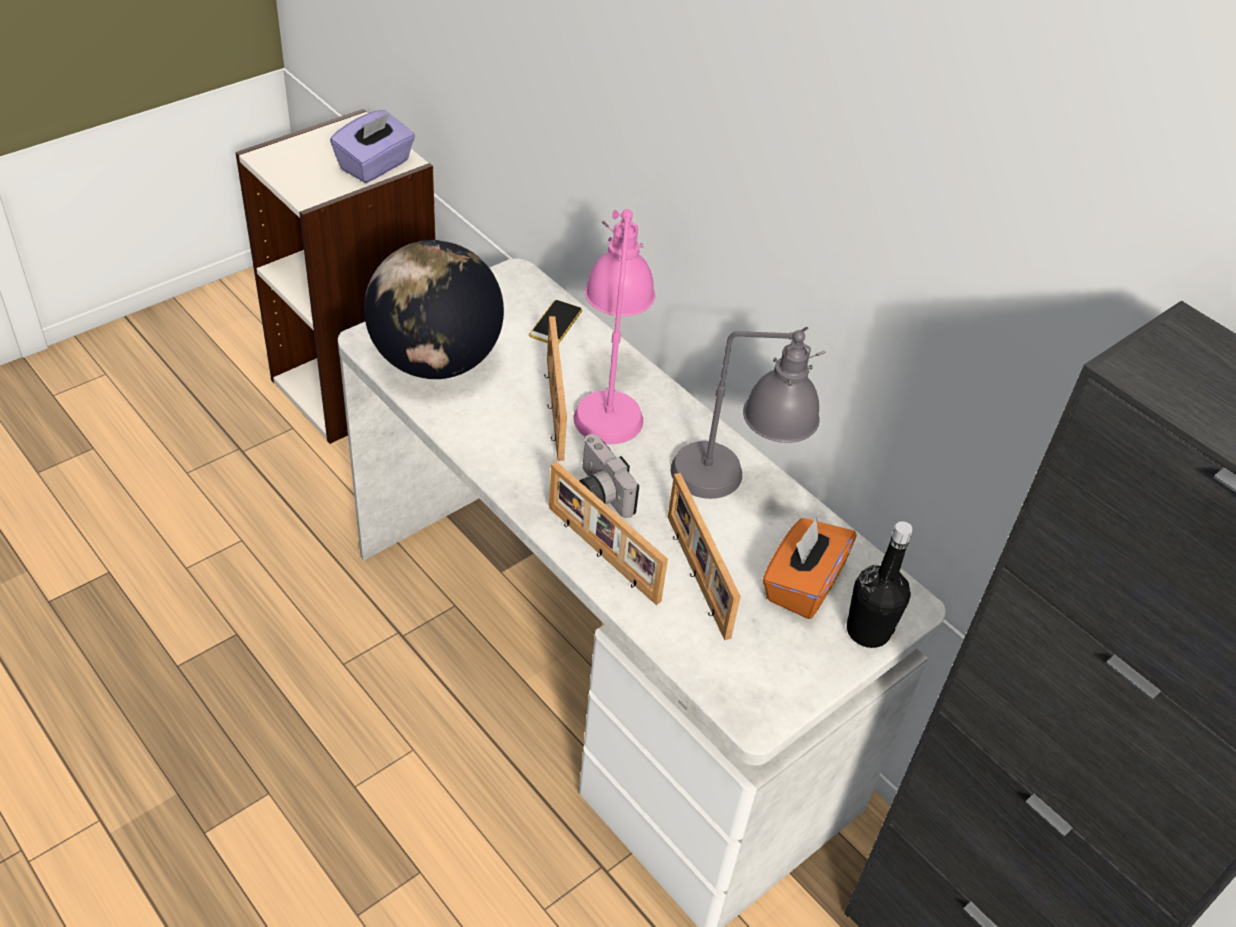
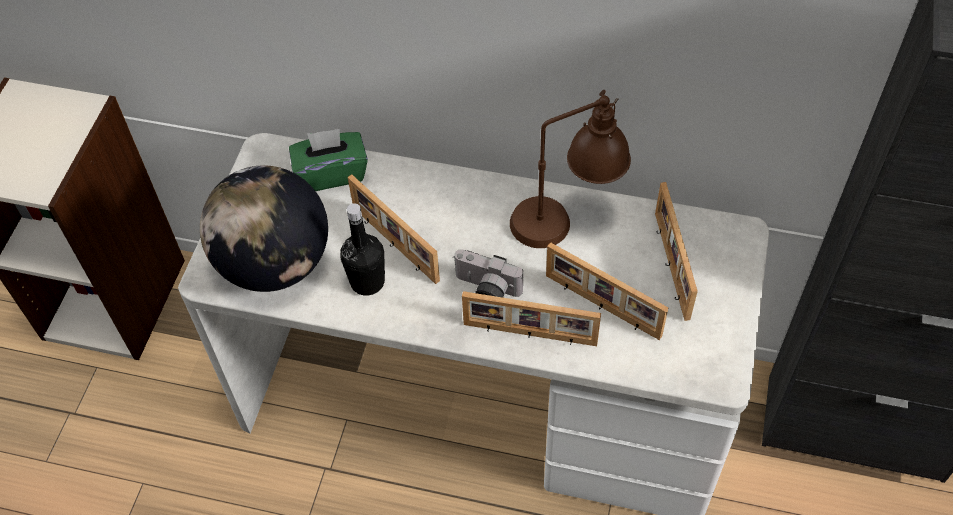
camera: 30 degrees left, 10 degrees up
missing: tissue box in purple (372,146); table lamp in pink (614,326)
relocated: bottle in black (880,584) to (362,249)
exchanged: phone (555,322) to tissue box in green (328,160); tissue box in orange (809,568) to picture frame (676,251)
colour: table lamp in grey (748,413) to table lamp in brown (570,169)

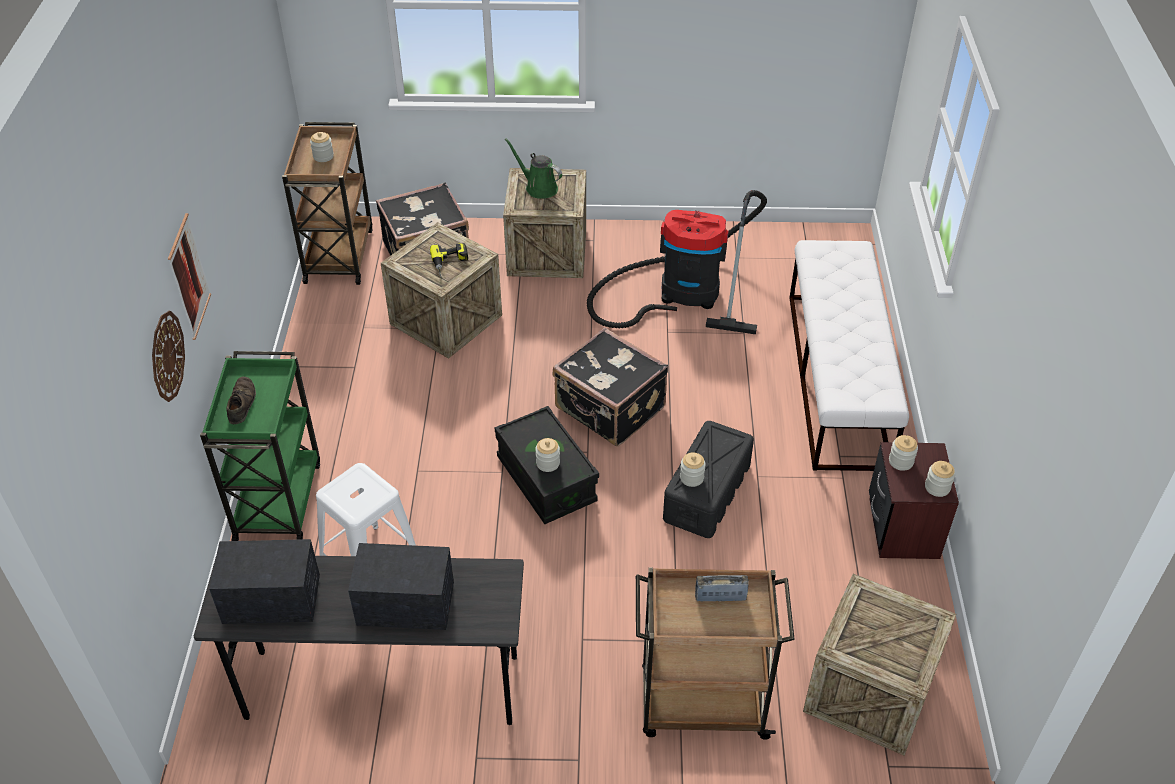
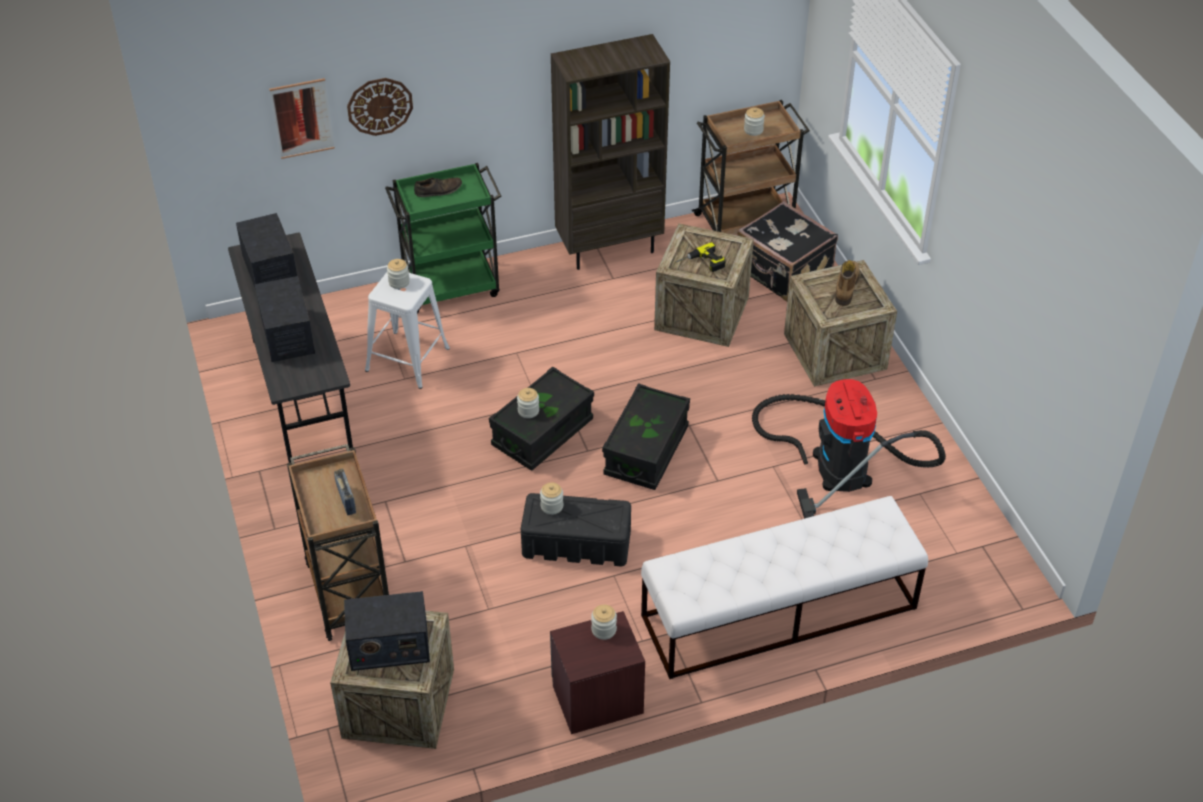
camera: 70 degrees right, 0 degrees up
appeared: radio (387,631); bookcase in brown (610,152)
relocated: picture (189,276) to (302,118); jar (940,479) to (398,274)
exchanged: suitcase in black (610,387) to storage box in black (646,436); watering can in green (533,168) to boot (847,283)

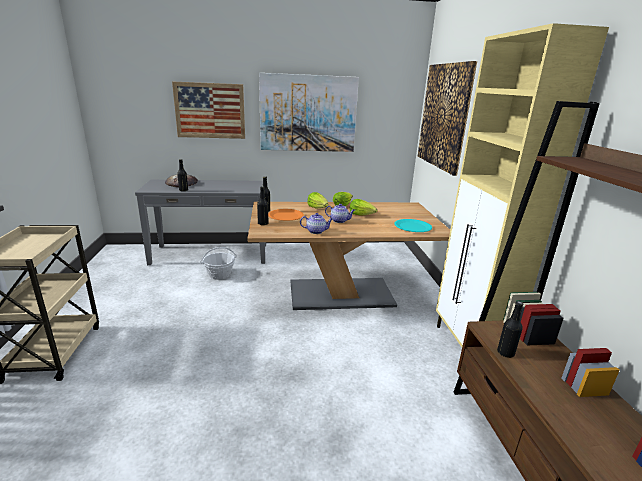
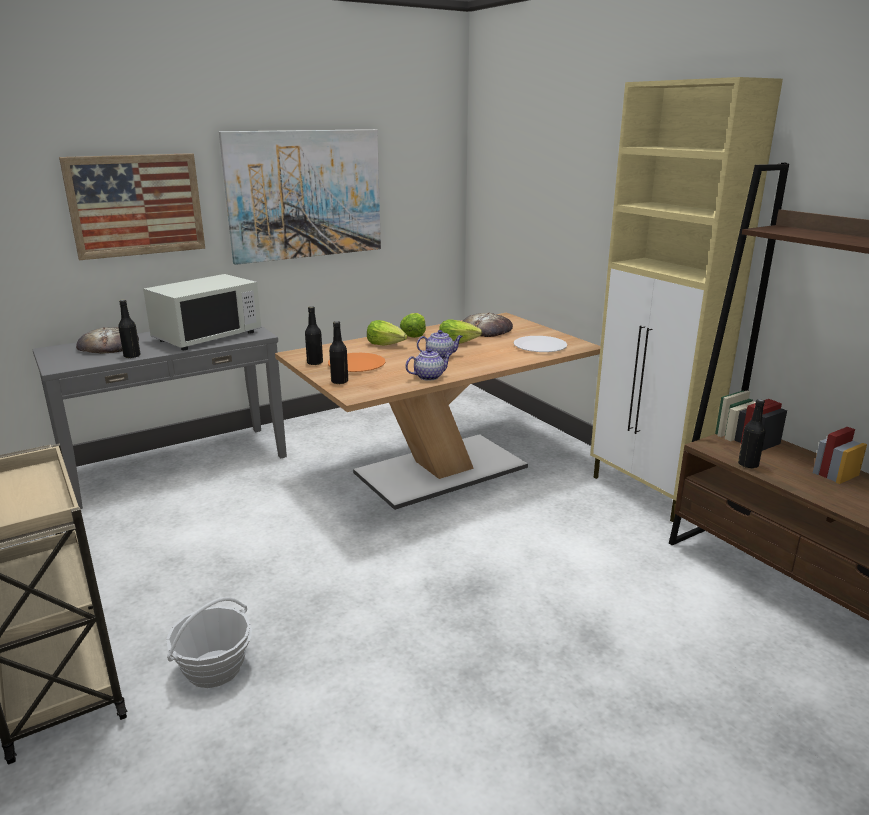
camera: 25 degrees left, 0 degrees up
missing: picture (447,118)
appeared: microwave in white (202,312); bread (488,325)
relocated: basket (218,263) to (209,642)
colour: plate in turquoise (413,225) to plate in white (540,344)

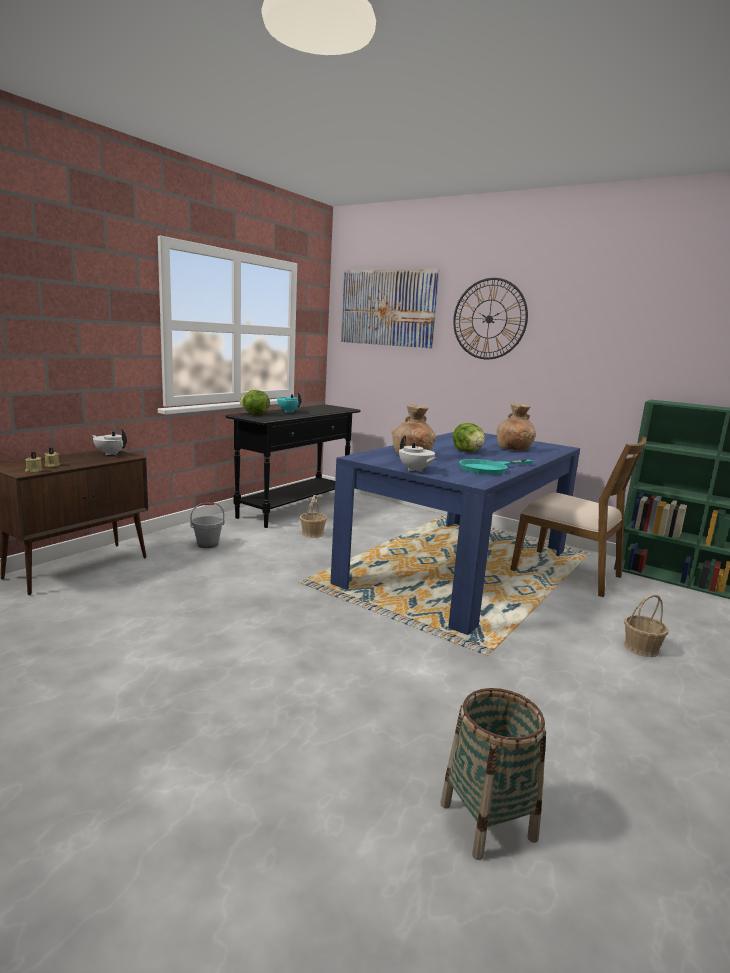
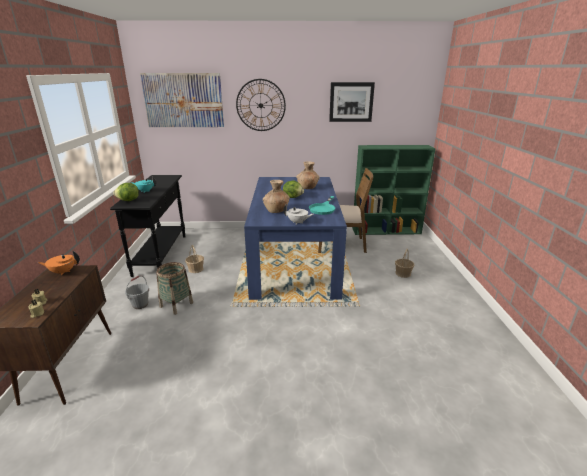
camera: 35 degrees left, 10 degrees up
appeared: picture (352,102)
relocated: basket (493,774) to (174,288)
colour: teapot in white (109,442) to teapot in orange (59,263)

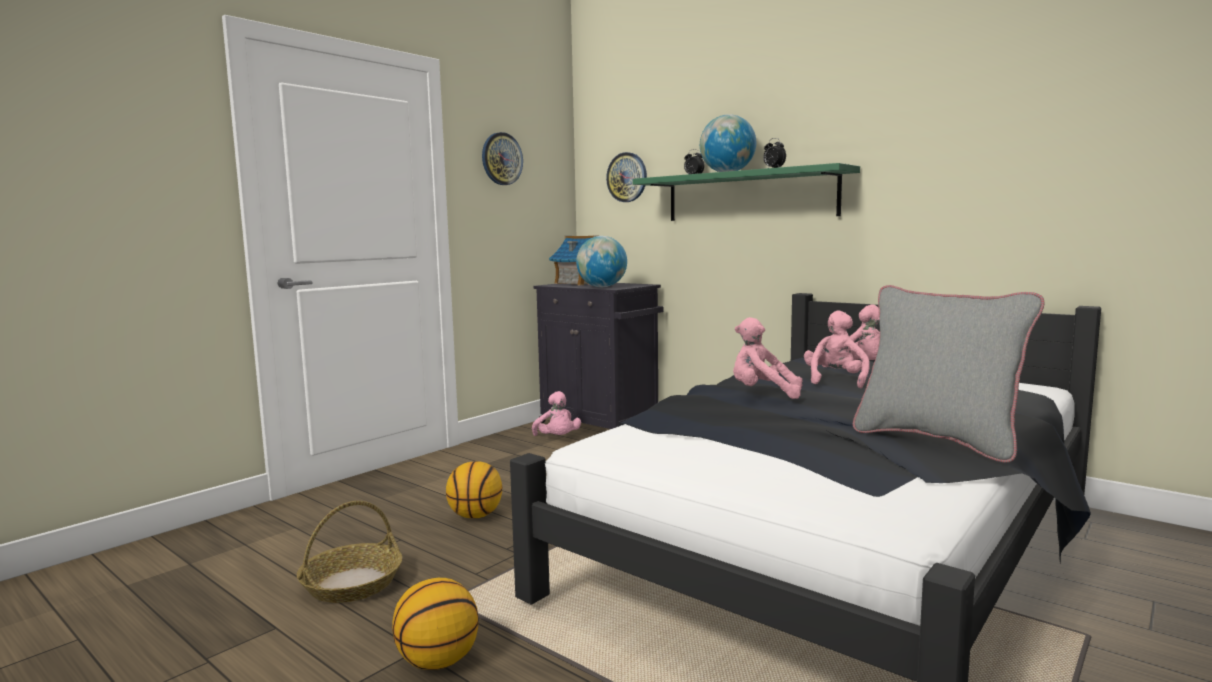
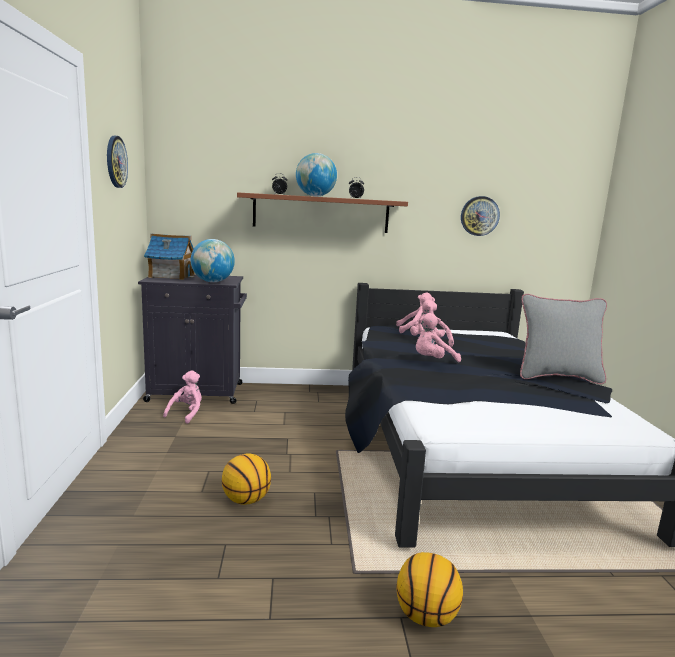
camera: 45 degrees left, 5 degrees up
missing: basket (349,552)
relocated: wall clock (626,177) to (480,216)
colour: shelf in green (746,192) to shelf in brown (322,212)
spun: plush toy in pink (556,413) = (182,397) 90 degrees counterclockwise

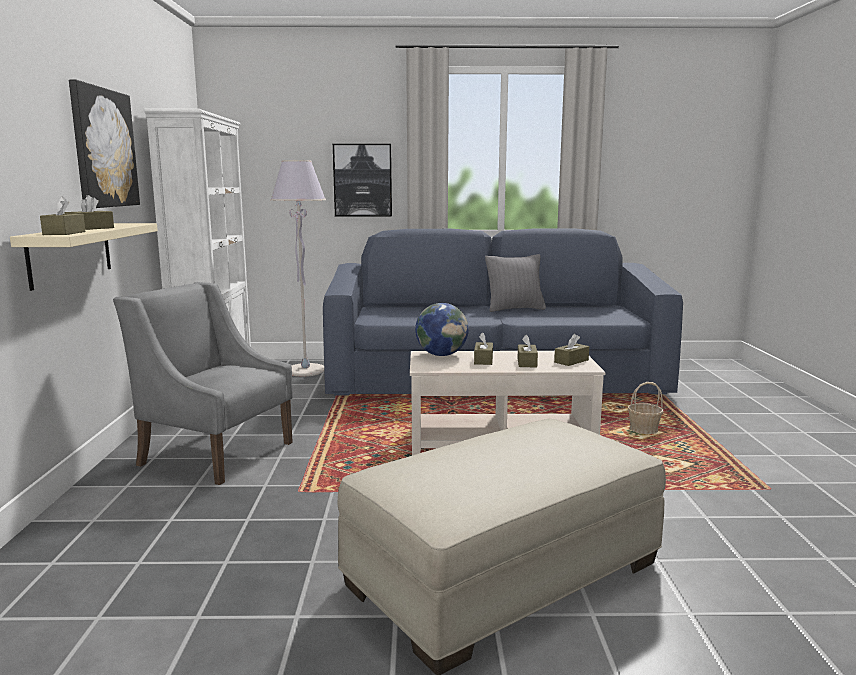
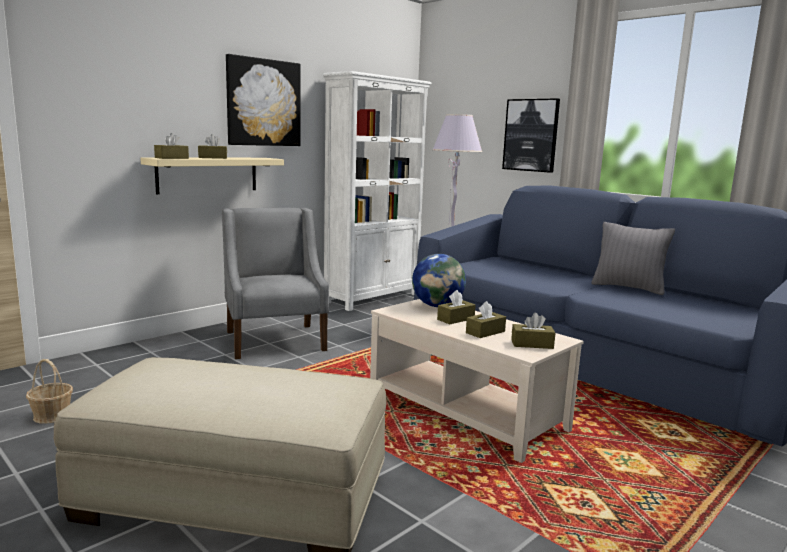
camera: 45 degrees right, 0 degrees up
relocated: basket (645,408) to (49,391)

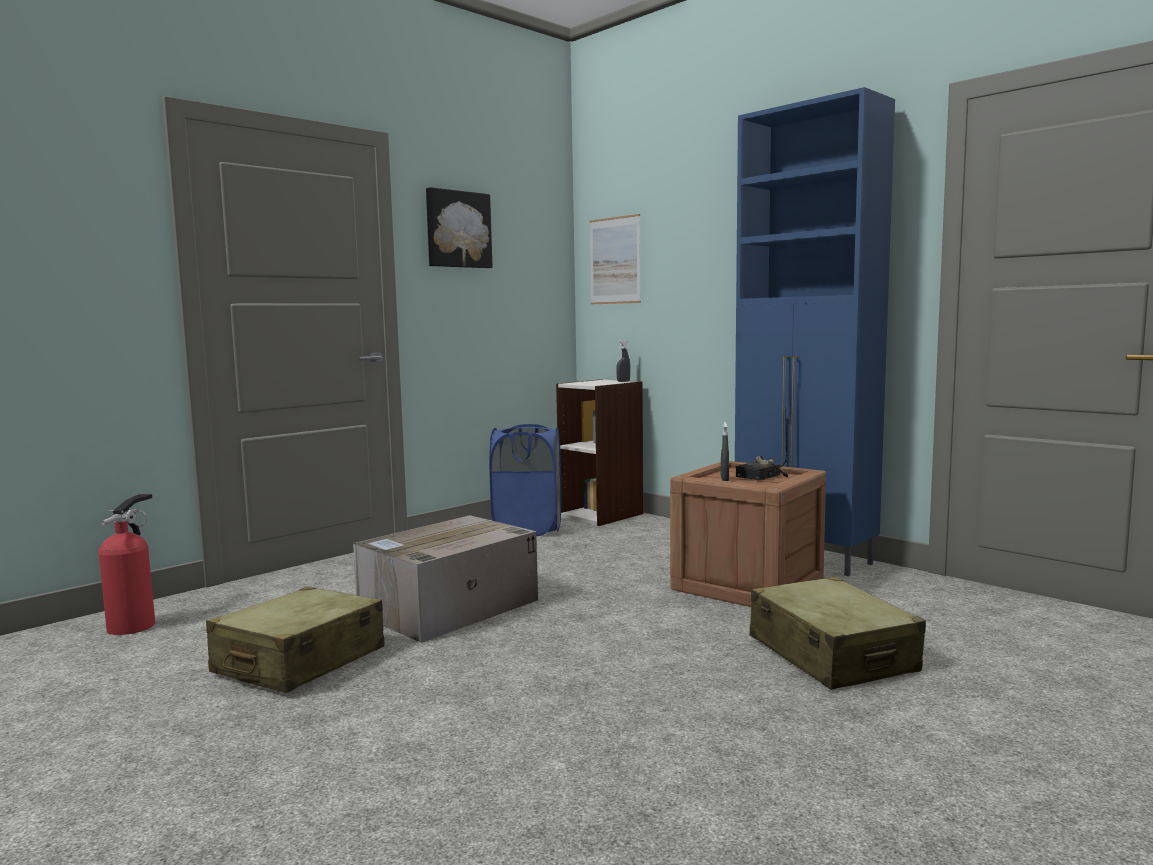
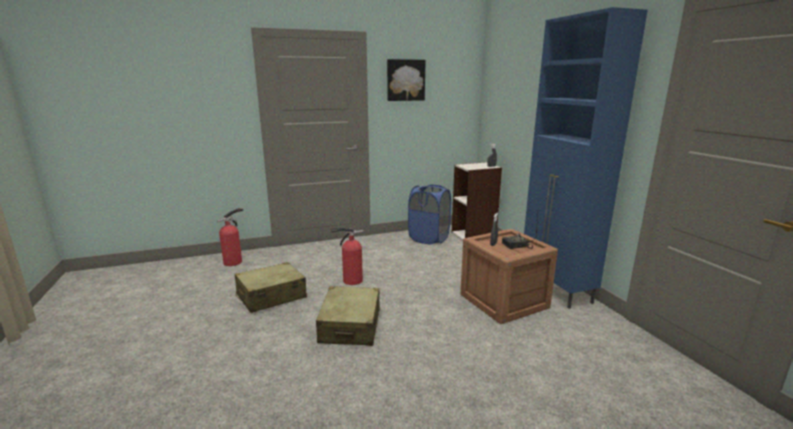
camera: 25 degrees right, 10 degrees up
missing: picture (615,259)
relocated: suitcase in beige (838,633) to (348,316)
exchanged: cardboard box (445,579) to fire extinguisher (346,256)

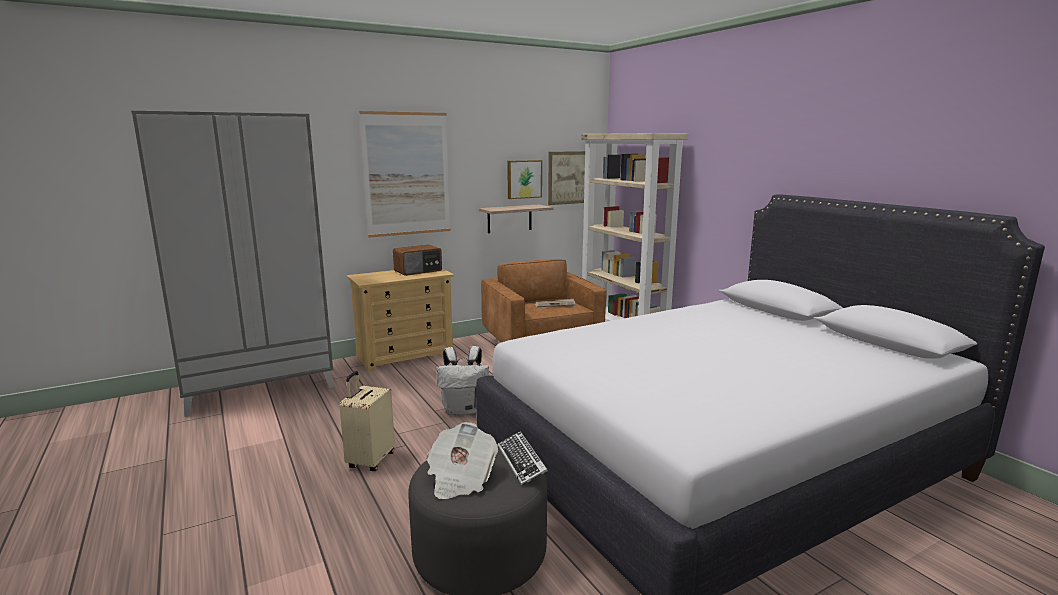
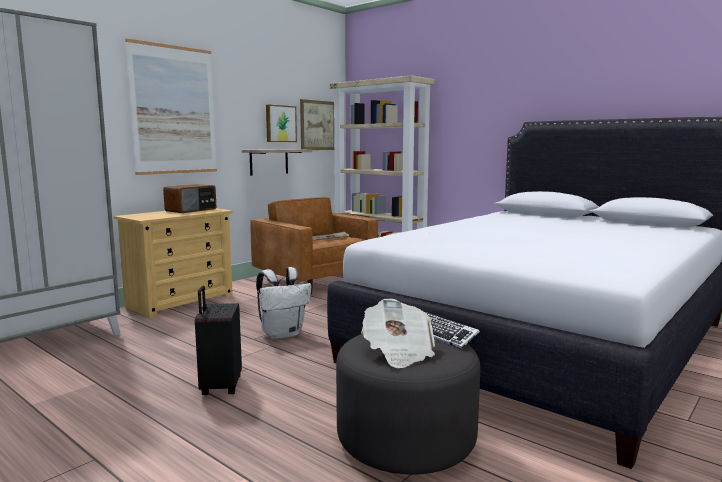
camera: 20 degrees left, 5 degrees down
colour: suitcase in beige (367,421) to suitcase in black (218,340)

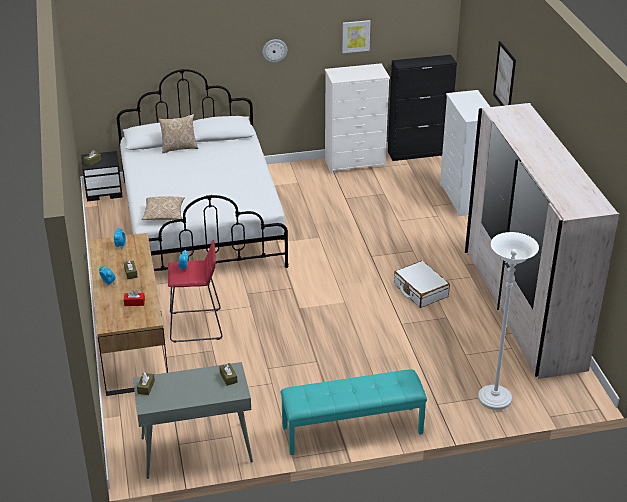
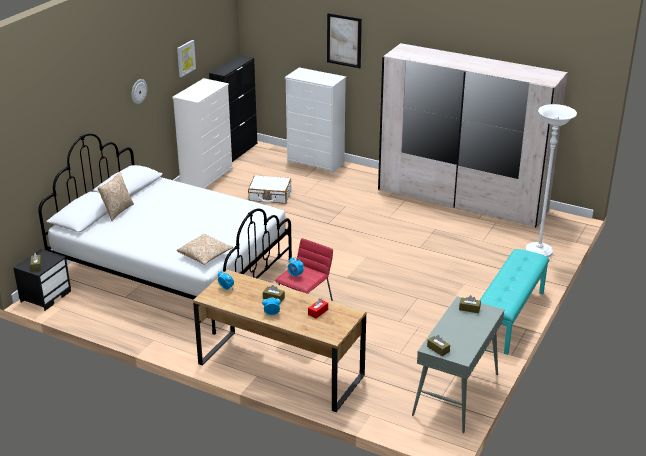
camera: 50 degrees left, 5 degrees down
relocated: suitcase in white (422,284) to (269,189)

